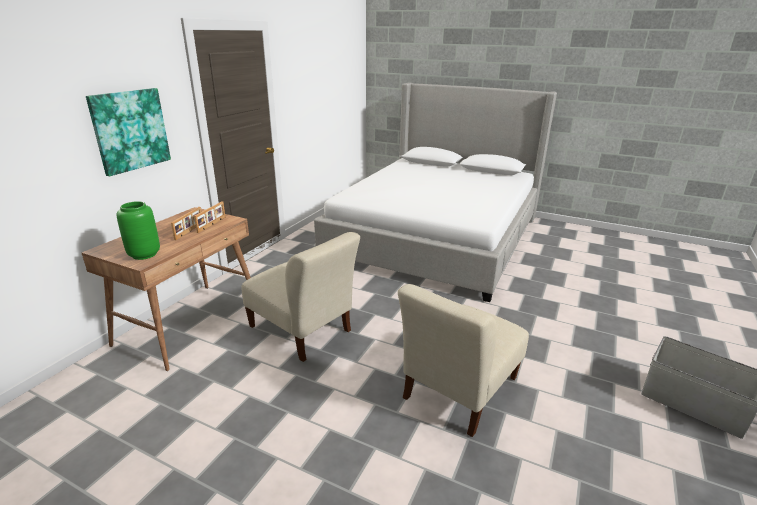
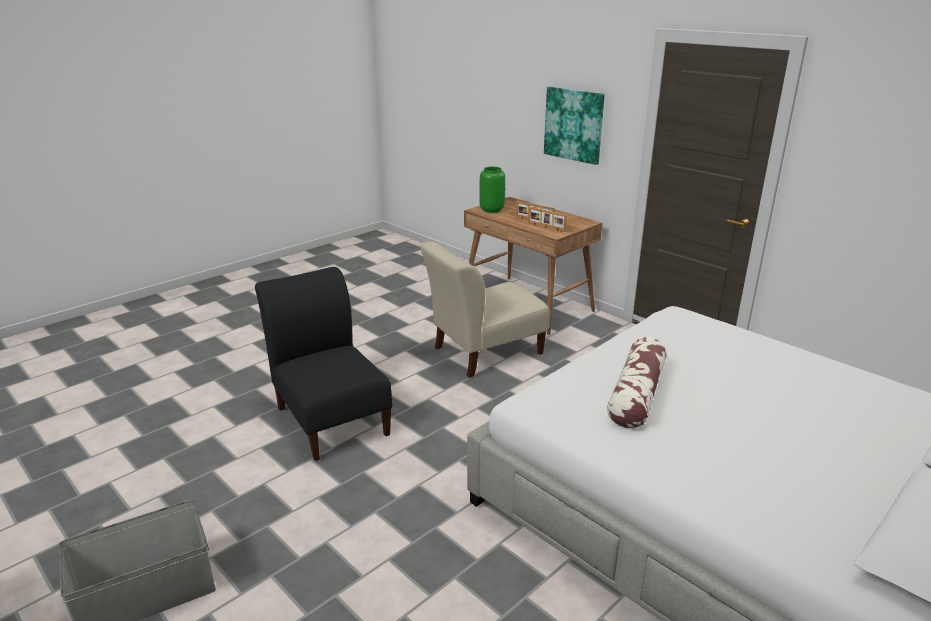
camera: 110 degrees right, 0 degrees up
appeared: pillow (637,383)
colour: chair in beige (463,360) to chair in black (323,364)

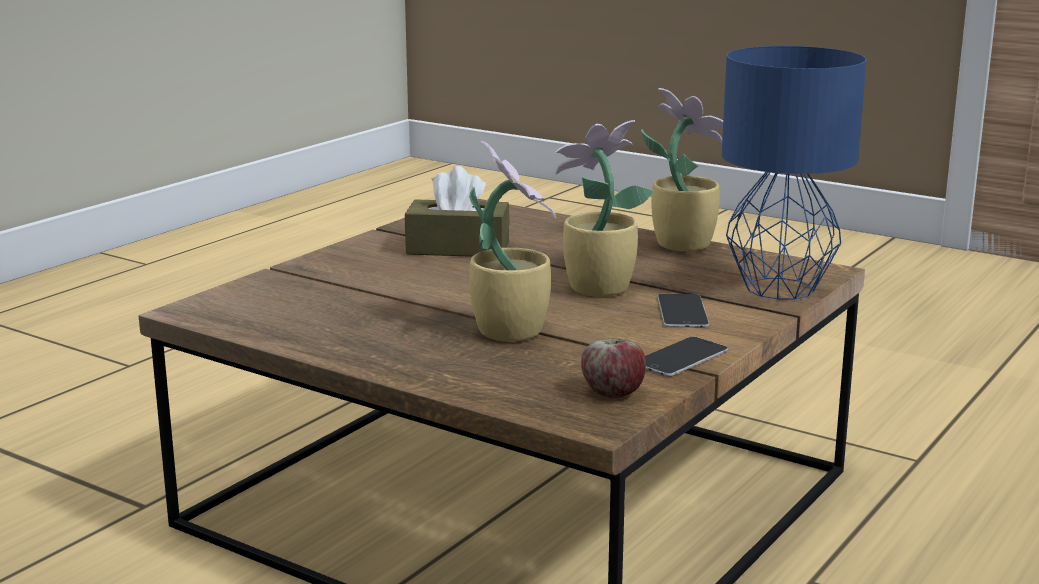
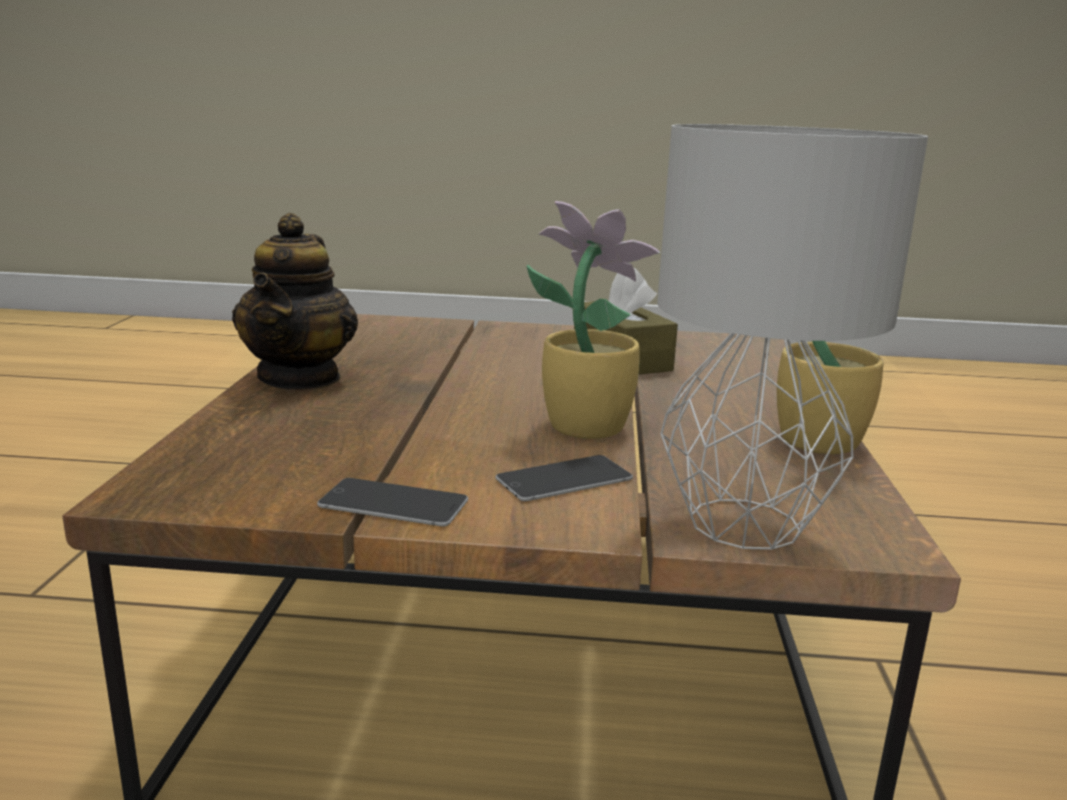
camera: 60 degrees right, 0 degrees up
missing: potted plant (512,241); apple (613,368)
appeared: teapot (295,301)
colour: table lamp in blue (794,172) to table lamp in grey (792,337)

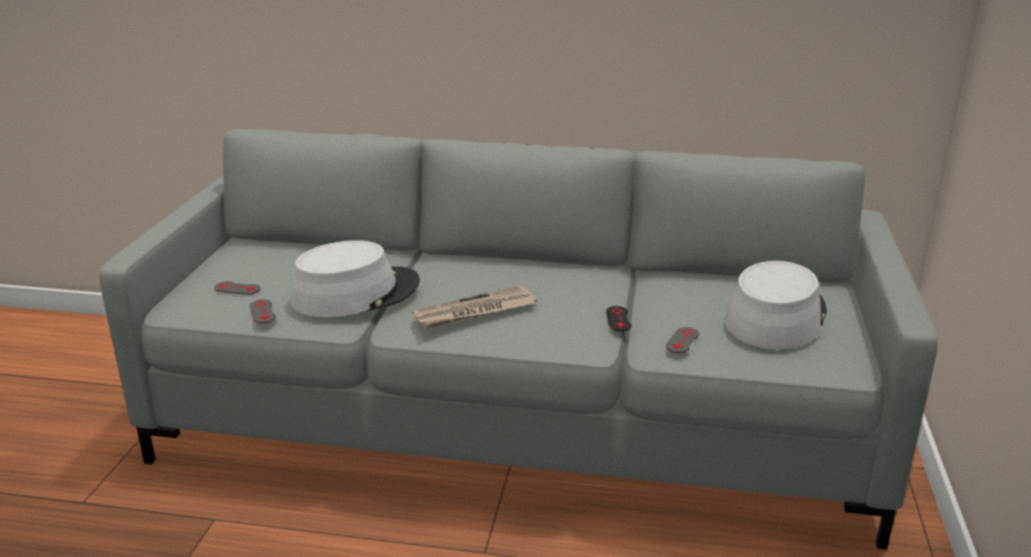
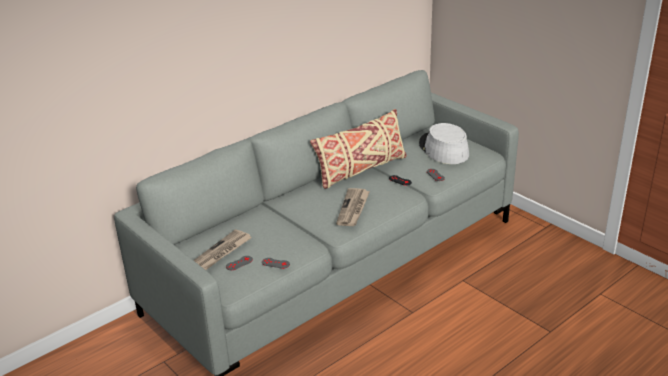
camera: 50 degrees left, 5 degrees up
missing: hat in grey (355,278)
appeared: newspaper (222,249); pillow in beige (358,149)

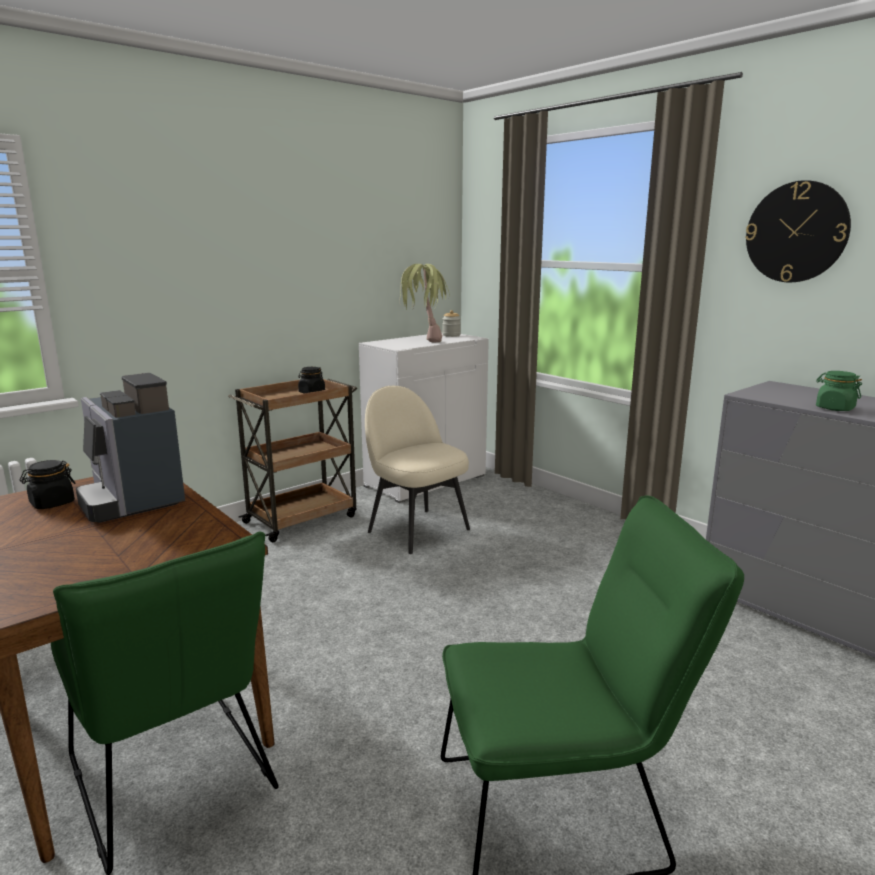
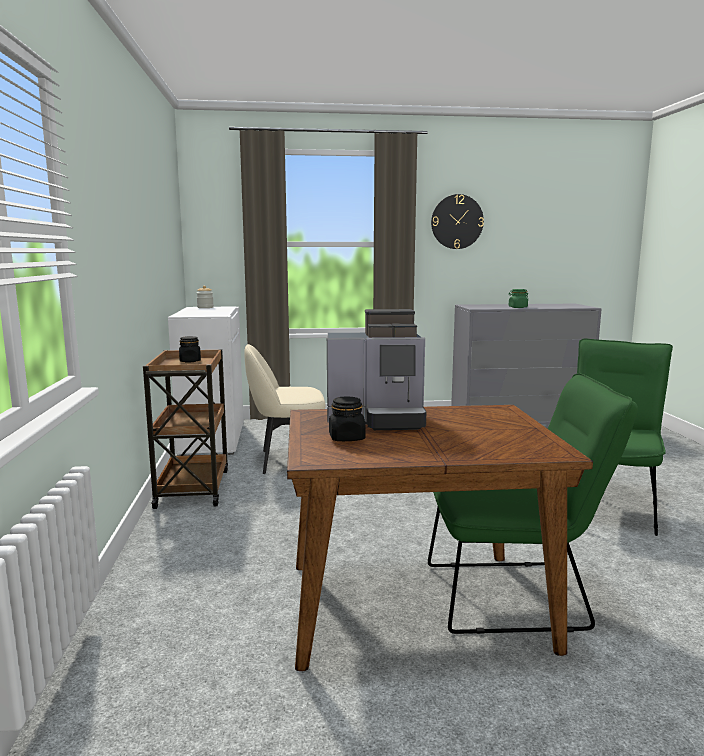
camera: 55 degrees left, 5 degrees down
missing: potted plant (424,303)

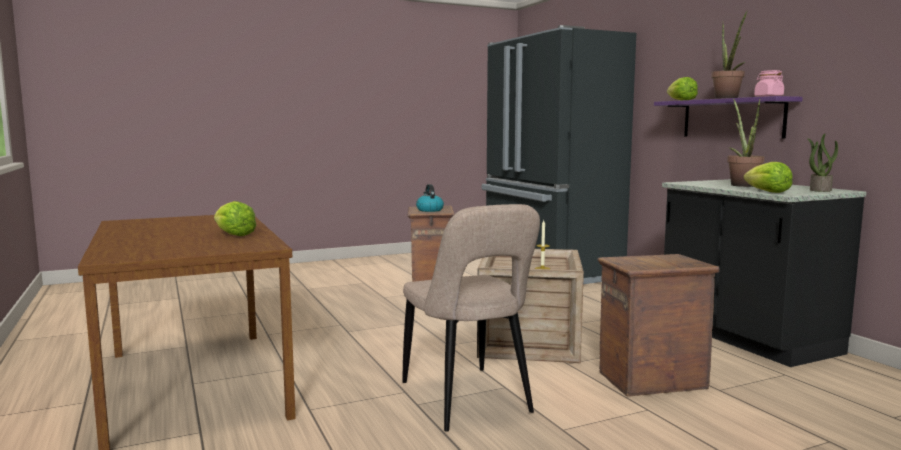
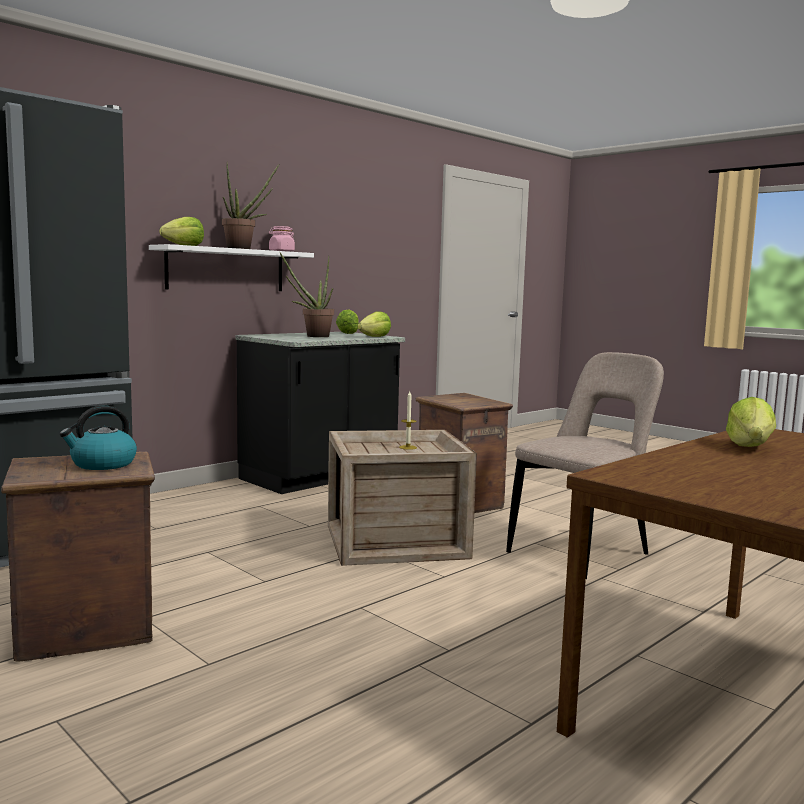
camera: 110 degrees left, 0 degrees up
exchanged: potted plant (822,163) to lettuce (347,321)
colour: shelf in purple (728,117) to shelf in white (231,267)

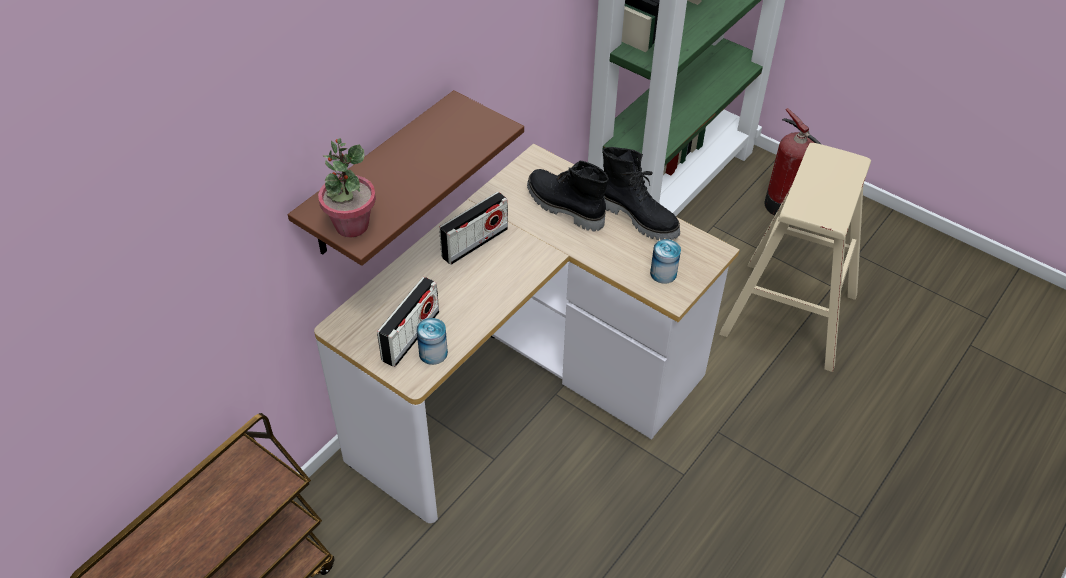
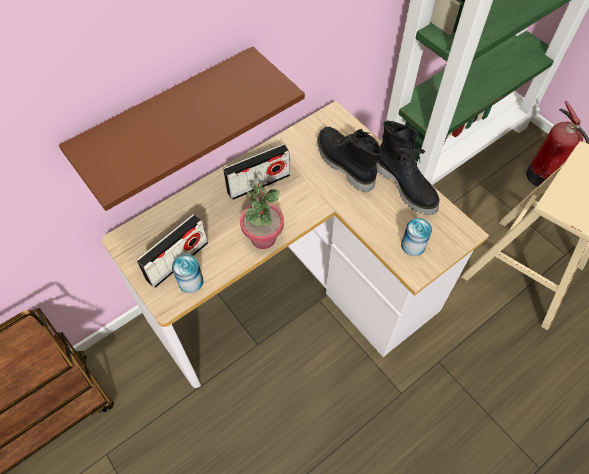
camera: 15 degrees right, 10 degrees up
relocated: potted plant (347,187) to (262,216)

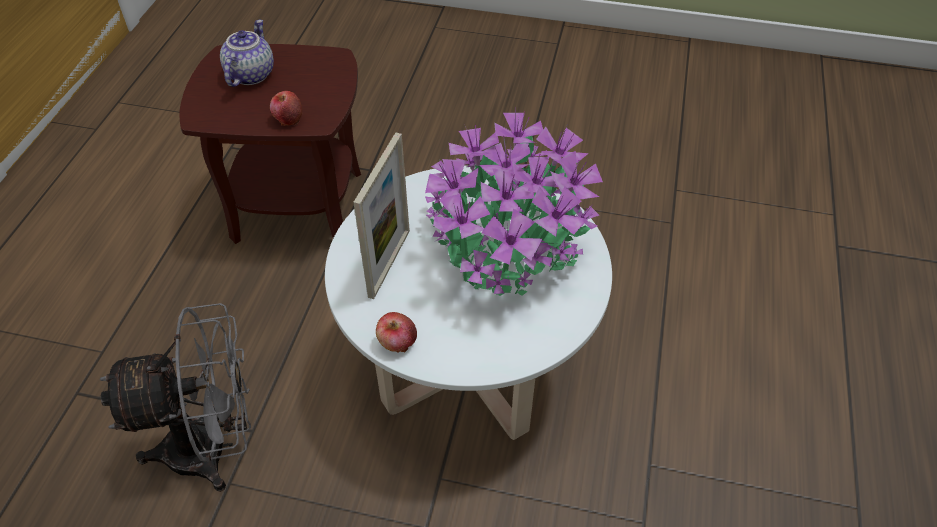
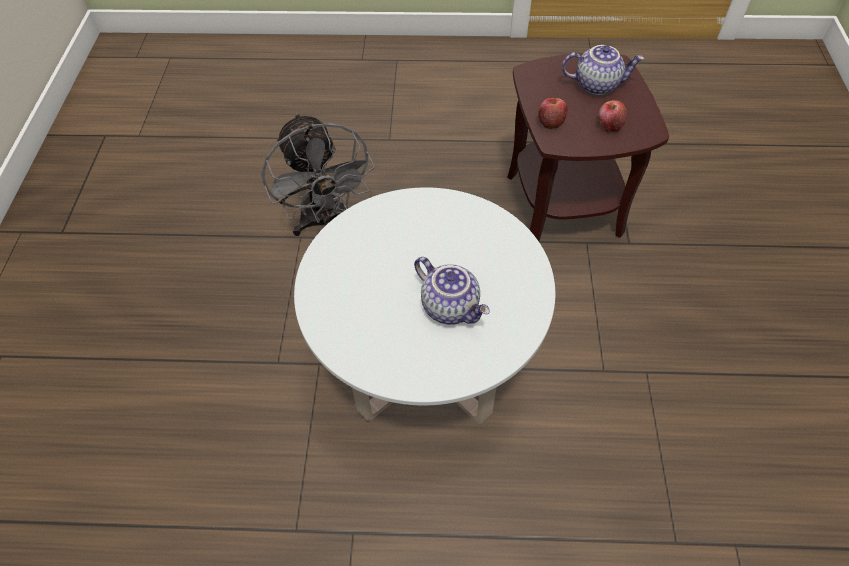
camera: 80 degrees right, 5 degrees up
missing: picture frame (381,215)
relocated: apple (396,332) to (612,116)
exchanged: potted plant (514,201) to teapot (452,291)

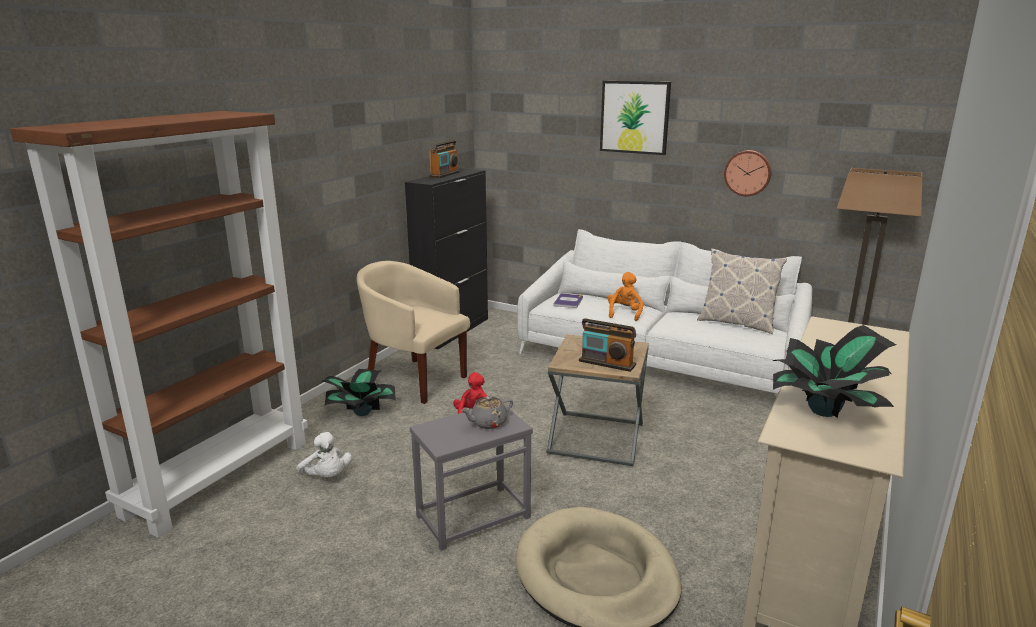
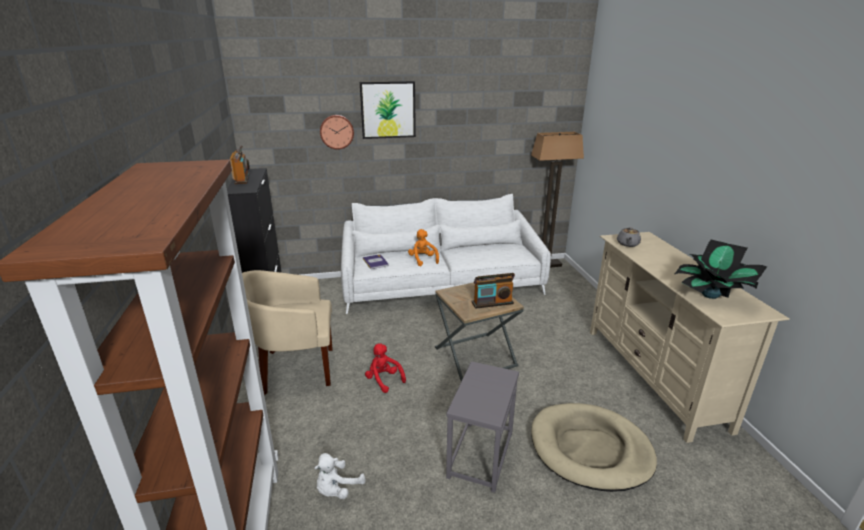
camera: 40 degrees left, 5 degrees up
missing: potted plant (358,392); pillow (742,291)
relocated: wall clock (748,173) to (337,132); teapot in grey (487,412) to (629,237)
spun: plush toy in white (324,454) = (339,476) 120 degrees clockwise

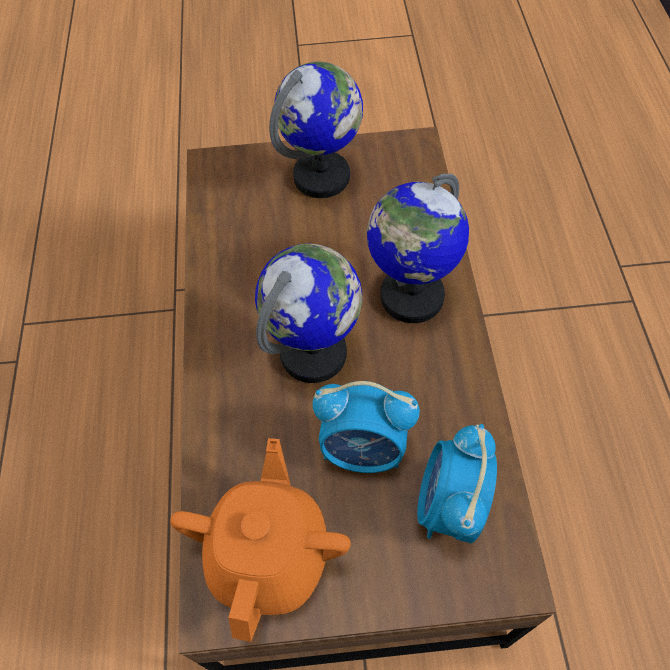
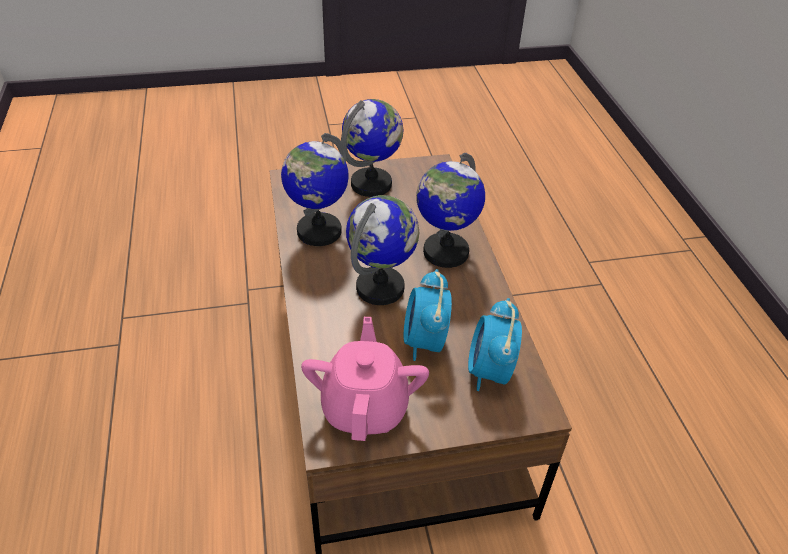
camera: 10 degrees left, 15 degrees down
appeared: globe (315,189)
colour: teapot in orange (260,540) to teapot in pink (365,379)
spun: alarm clock (366,427) = (428,315) 90 degrees clockwise

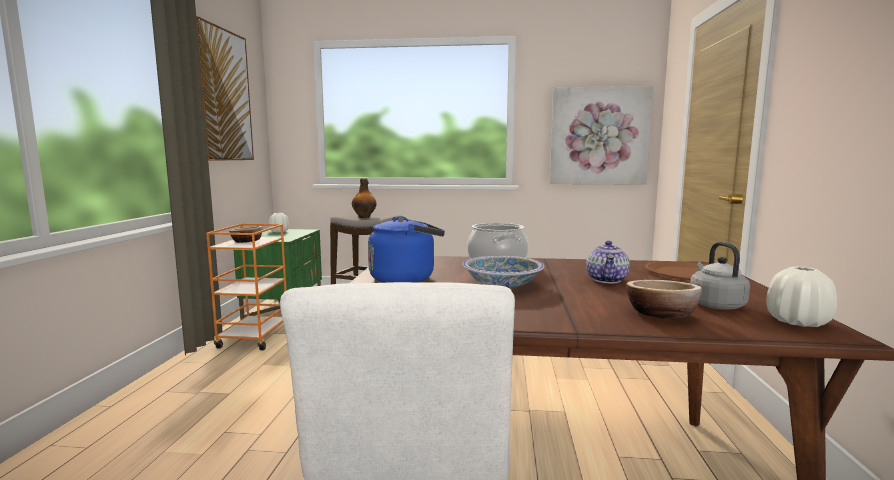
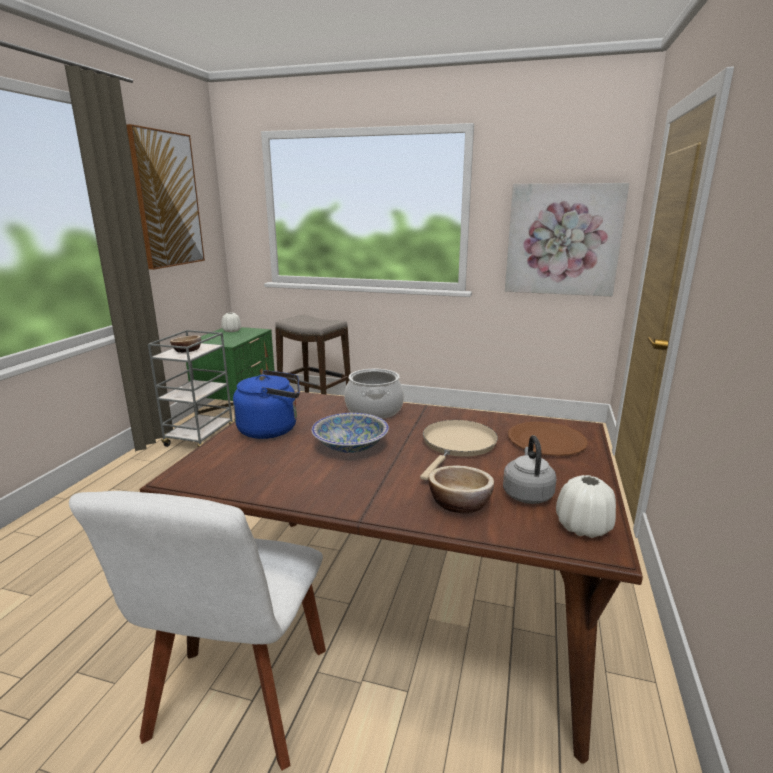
camera: 10 degrees right, 10 degrees up
missing: bottle (364,198)
exchanged: teapot (608,262) to frying pan in beige (459,450)
colour: cart in orange (246,287) to cart in grey (191,388)

